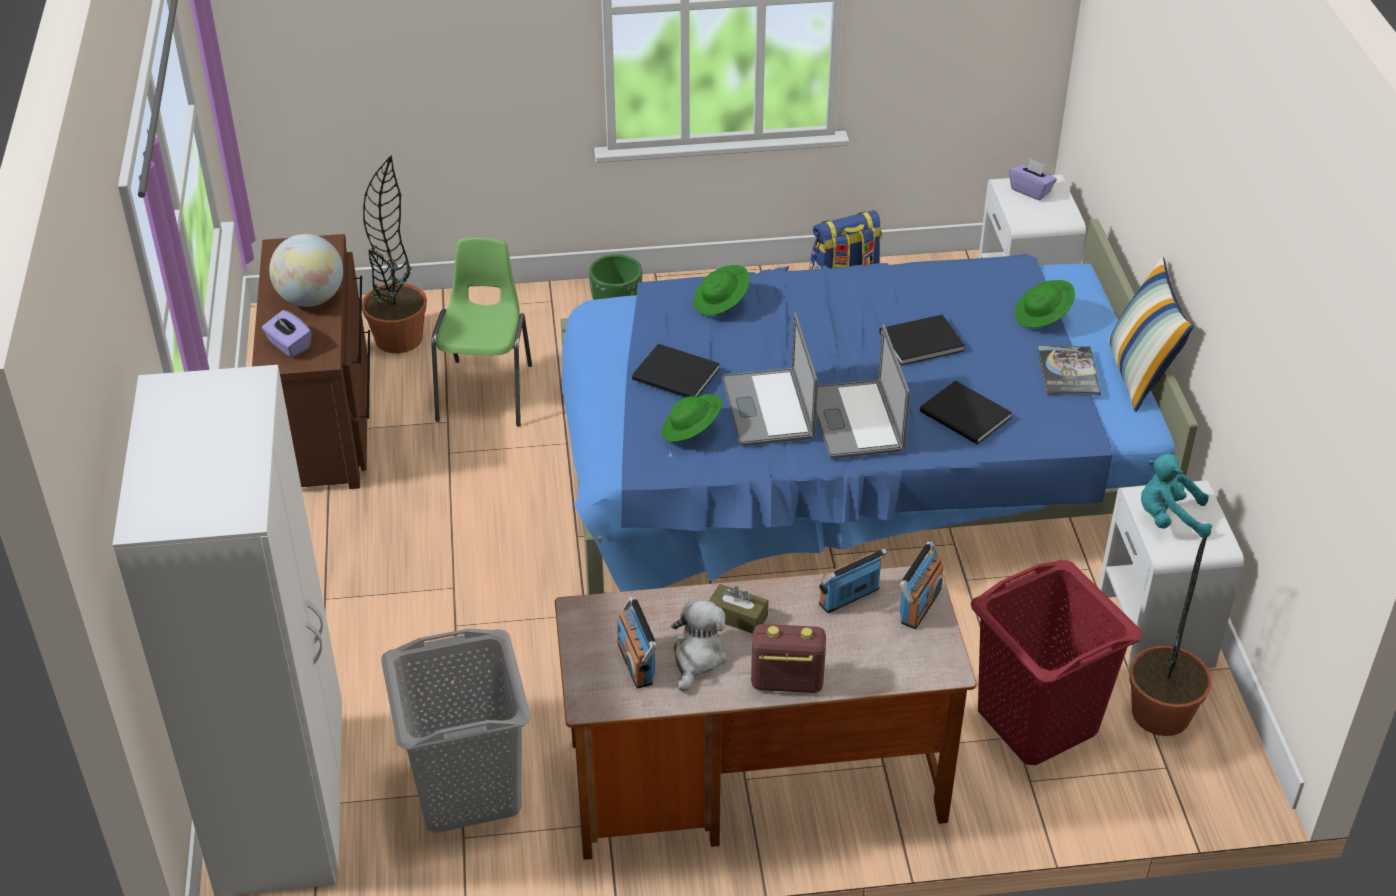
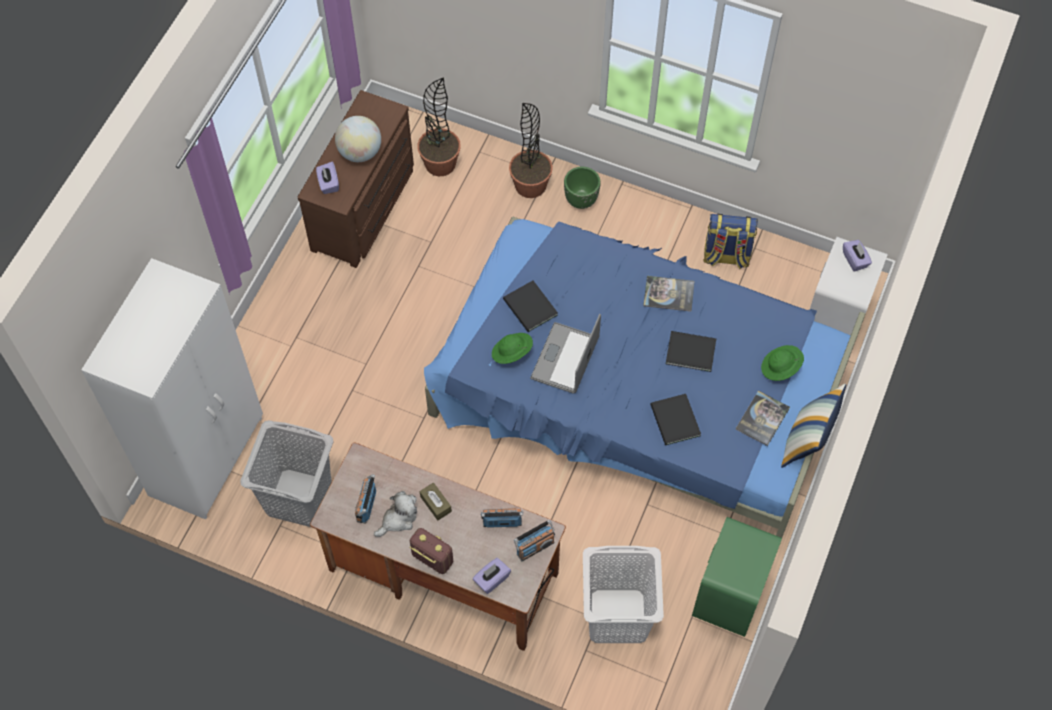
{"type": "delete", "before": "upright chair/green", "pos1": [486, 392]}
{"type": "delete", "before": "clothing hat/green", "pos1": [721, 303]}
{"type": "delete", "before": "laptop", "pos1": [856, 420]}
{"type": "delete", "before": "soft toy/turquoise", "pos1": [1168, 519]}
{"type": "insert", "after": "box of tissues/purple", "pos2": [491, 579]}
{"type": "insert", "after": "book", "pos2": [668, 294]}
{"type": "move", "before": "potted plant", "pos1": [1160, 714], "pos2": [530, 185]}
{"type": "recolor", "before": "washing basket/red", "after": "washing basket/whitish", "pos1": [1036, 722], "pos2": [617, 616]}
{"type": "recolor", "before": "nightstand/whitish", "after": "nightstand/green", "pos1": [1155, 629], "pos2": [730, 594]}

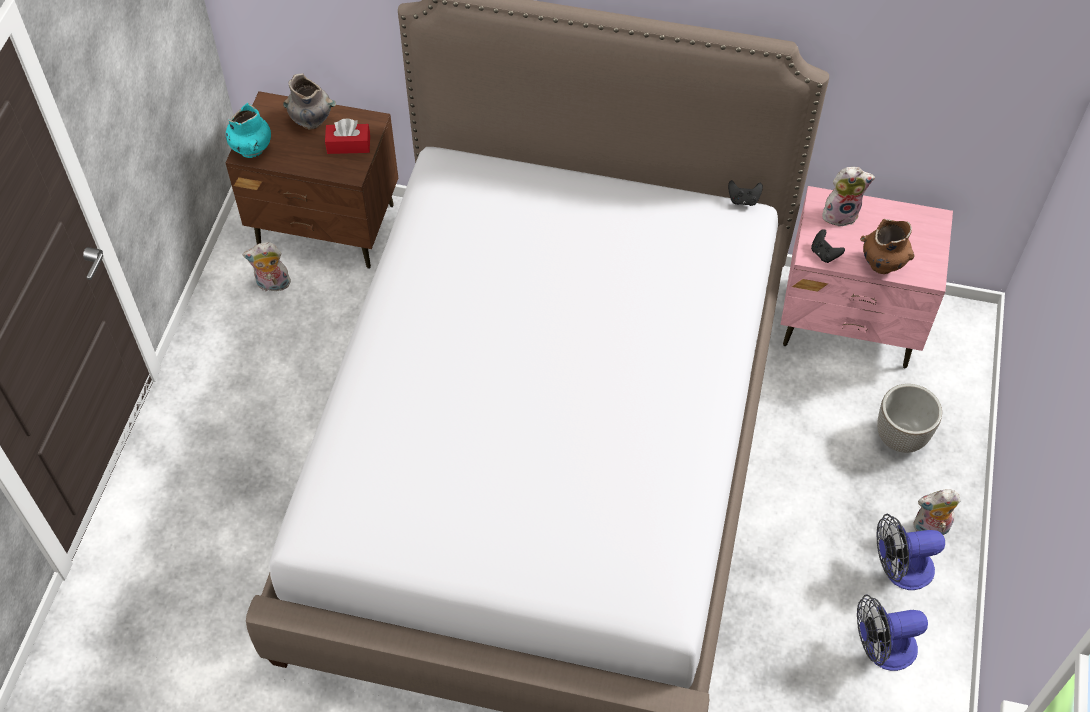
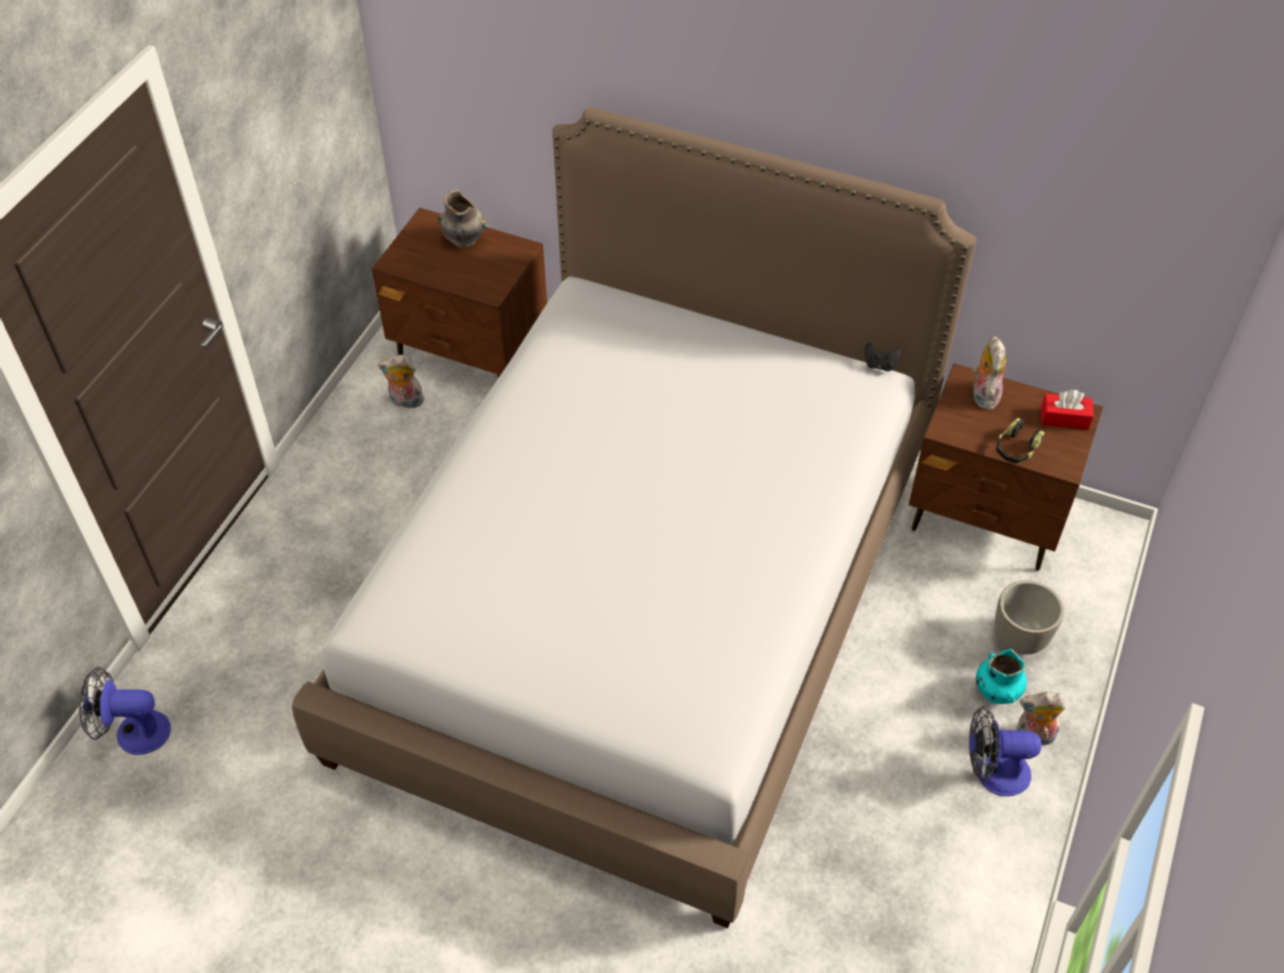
{"type": "delete", "before": "game controller/blackish", "pos1": [824, 254]}
{"type": "move", "before": "decorative vase/turquoise", "pos1": [251, 149], "pos2": [995, 692]}
{"type": "move", "before": "box of tissues/red", "pos1": [348, 145], "pos2": [1064, 418]}
{"type": "move", "before": "fan", "pos1": [881, 649], "pos2": [133, 732]}
{"type": "replace", "before": "decorative vase/brown", "after": "headphones", "pos1": [881, 264], "pos2": [1016, 449]}
{"type": "recolor", "before": "nightstand/pink-coloured", "after": "nightstand/brown", "pos1": [850, 323], "pos2": [987, 517]}
{"type": "rotate", "before": "soft toy", "pos1": [841, 214], "pos2": [983, 394], "turn": -90}

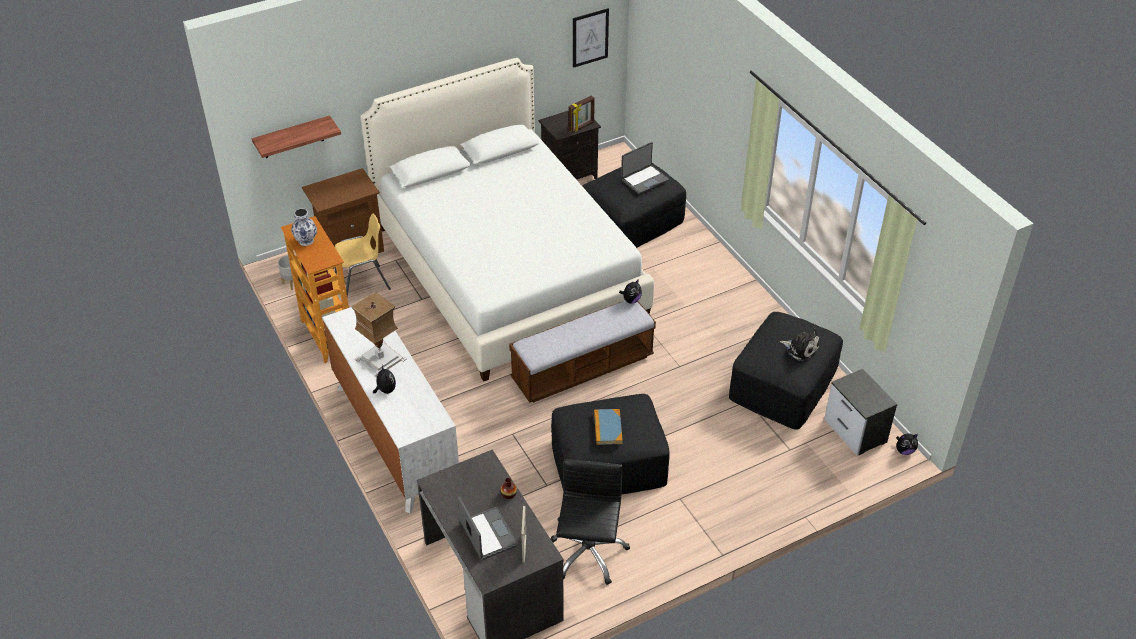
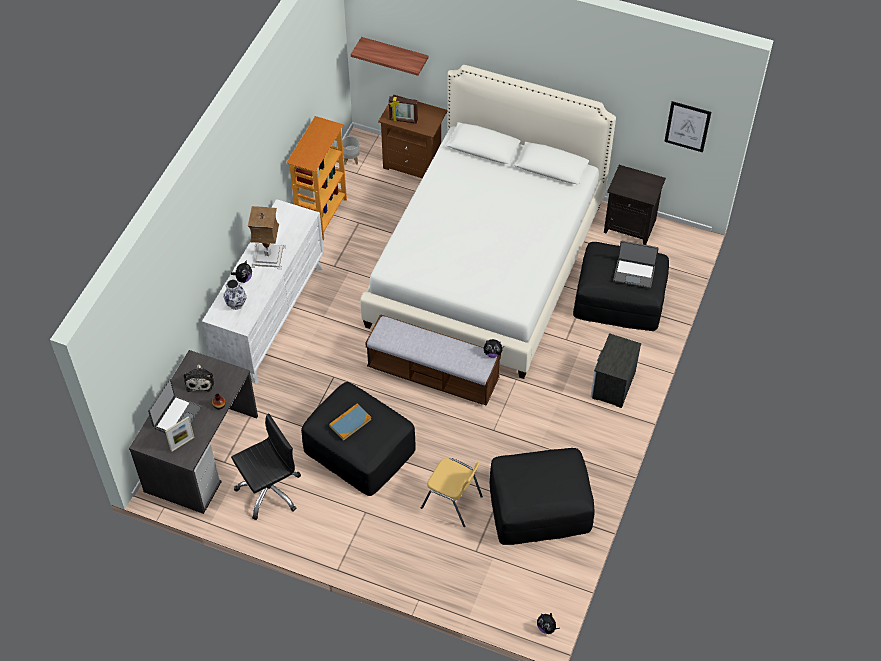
{"type": "move", "before": "decorative vase", "pos1": [305, 241], "pos2": [236, 304]}
{"type": "move", "before": "upright chair/yellowish", "pos1": [363, 283], "pos2": [452, 502]}
{"type": "move", "before": "picture frame", "pos1": [581, 127], "pos2": [403, 120]}
{"type": "move", "before": "soft toy", "pos1": [800, 349], "pos2": [200, 381]}
{"type": "move", "before": "nightstand", "pos1": [855, 432], "pos2": [612, 385]}

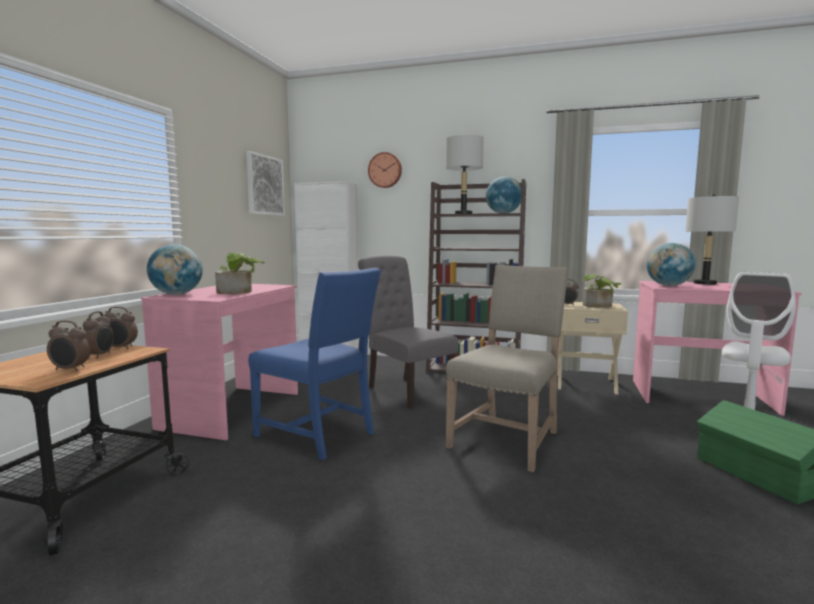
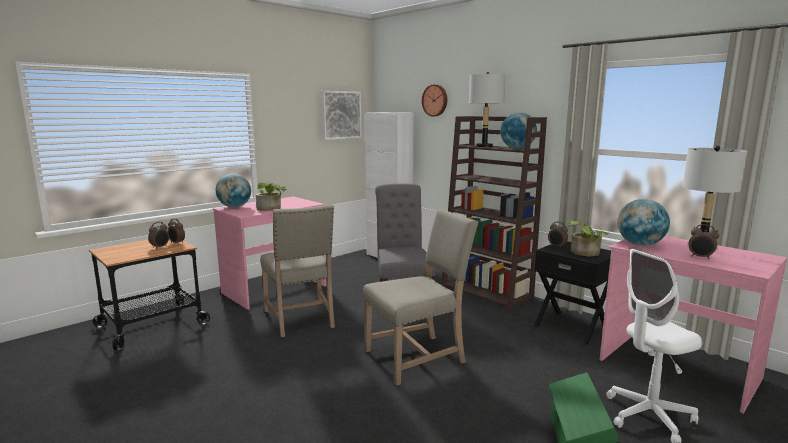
{"type": "move", "before": "bedside clock", "pos1": [70, 369], "pos2": [700, 257]}
{"type": "recolor", "before": "upright chair/blue", "after": "upright chair/beige-coloured", "pos1": [319, 434], "pos2": [301, 319]}
{"type": "recolor", "before": "nightstand/beige-coloured", "after": "nightstand/blackish", "pos1": [585, 383], "pos2": [571, 327]}

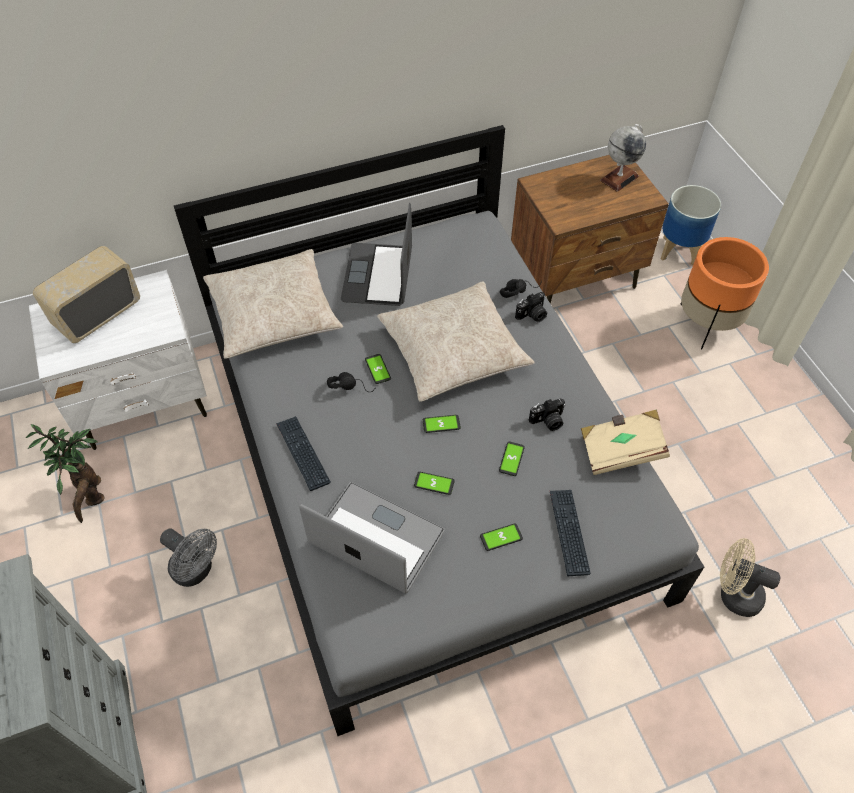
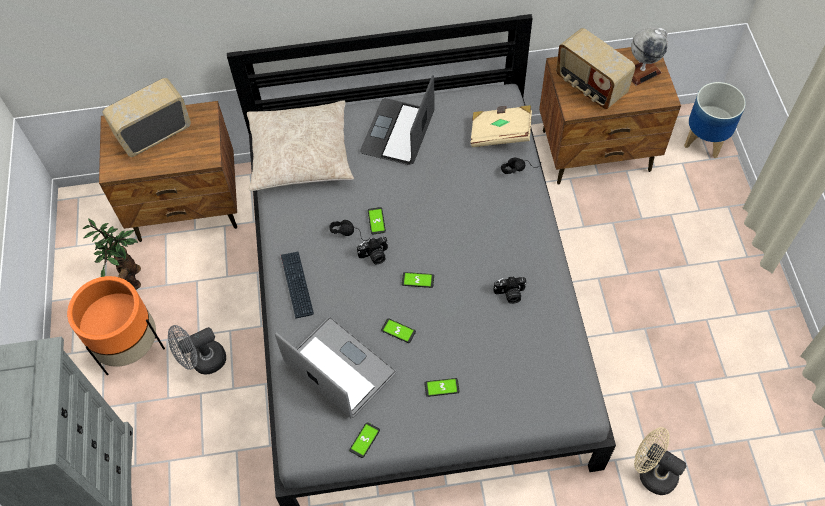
{"type": "delete", "before": "cushion/beige-coloured", "pos1": [453, 350]}
{"type": "delete", "before": "PC keyboard", "pos1": [568, 532]}
{"type": "insert", "after": "radio set", "pos2": [590, 86]}
{"type": "move", "before": "handset", "pos1": [511, 459], "pos2": [364, 440]}
{"type": "move", "before": "photo camera", "pos1": [532, 315], "pos2": [374, 256]}
{"type": "move", "before": "book/beige-coloured", "pos1": [621, 450], "pos2": [500, 134]}
{"type": "move", "before": "flower pot/orangey", "pos1": [707, 324], "pos2": [130, 347]}
{"type": "recolor", "before": "nightstand/whitish", "after": "nightstand/brown", "pos1": [145, 402], "pos2": [188, 206]}
{"type": "rotate", "before": "fan/gray", "pos1": [196, 571], "pos2": [203, 361], "turn": 105}

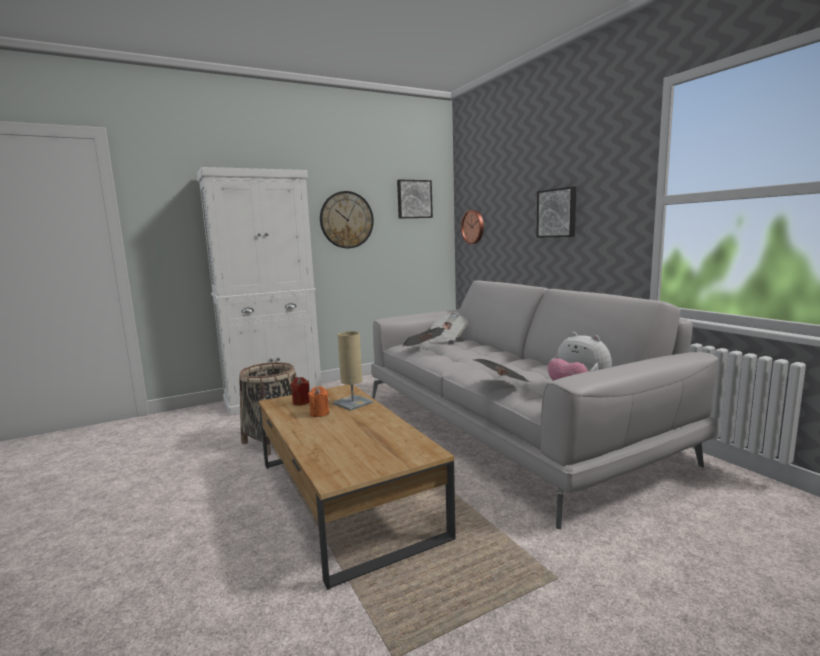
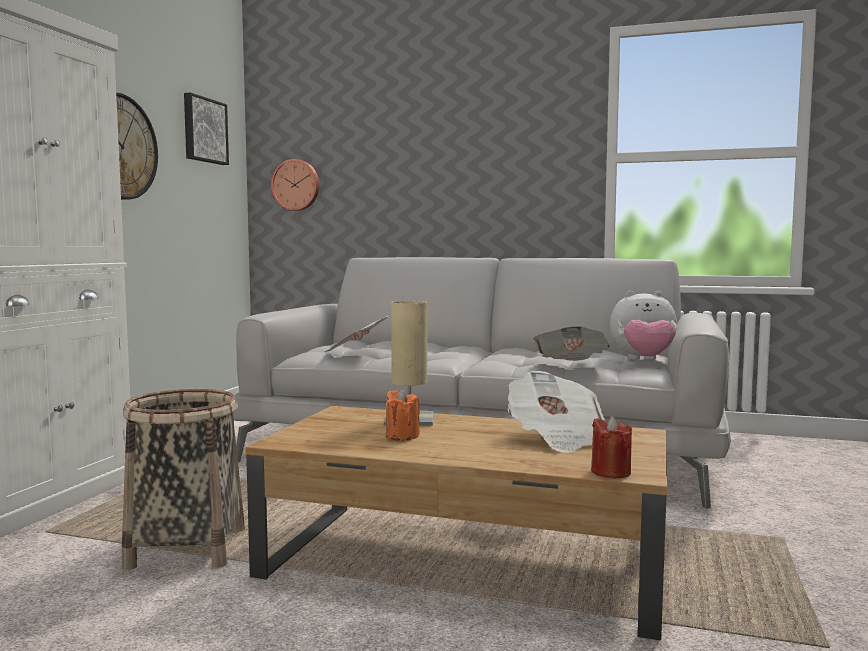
{"type": "delete", "before": "wall art", "pos1": [557, 213]}
{"type": "move", "before": "wax candle/red", "pos1": [301, 402], "pos2": [610, 472]}
{"type": "move", "before": "printed paper", "pos1": [447, 338], "pos2": [556, 438]}

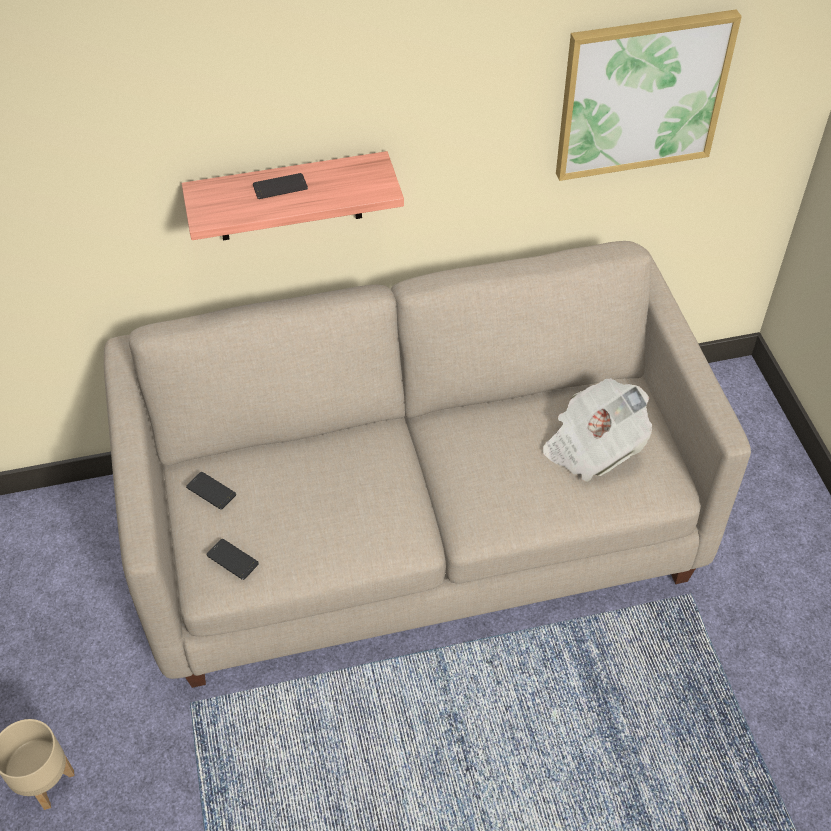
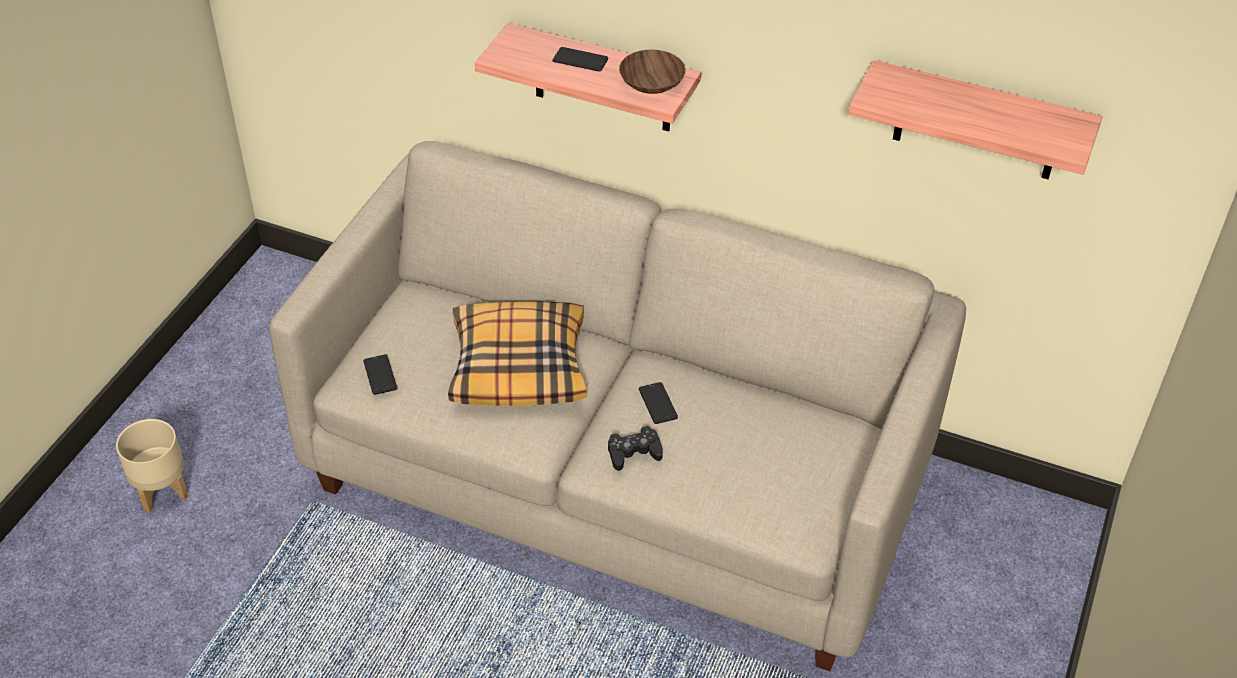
{"type": "delete", "before": "printed paper", "pos1": [593, 446]}
{"type": "insert", "after": "cushion", "pos2": [519, 366]}
{"type": "insert", "after": "game controller/blackish", "pos2": [634, 452]}
{"type": "insert", "after": "bowl/brown", "pos2": [652, 84]}
{"type": "move", "before": "handset", "pos1": [211, 491], "pos2": [658, 403]}
{"type": "replace", "before": "wall art", "after": "wall shelf", "pos1": [642, 95], "pos2": [977, 122]}

